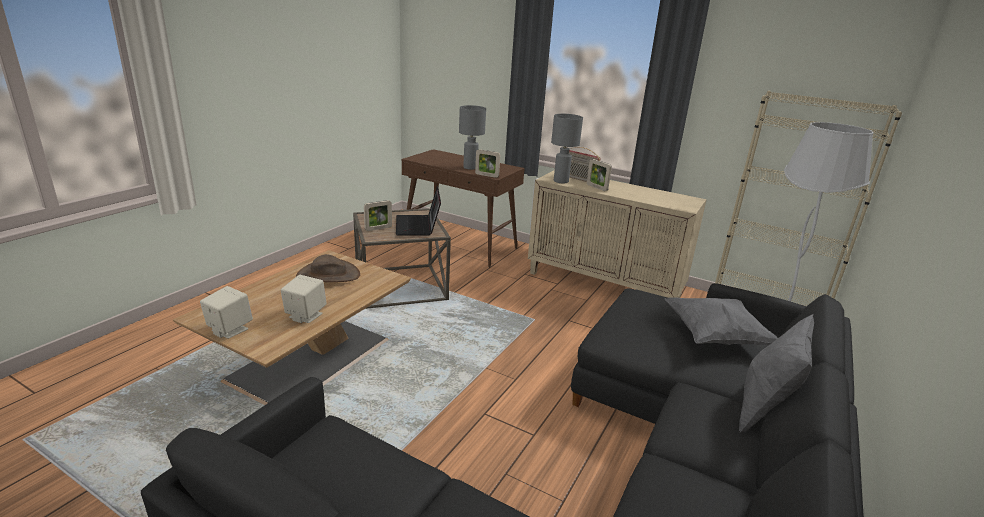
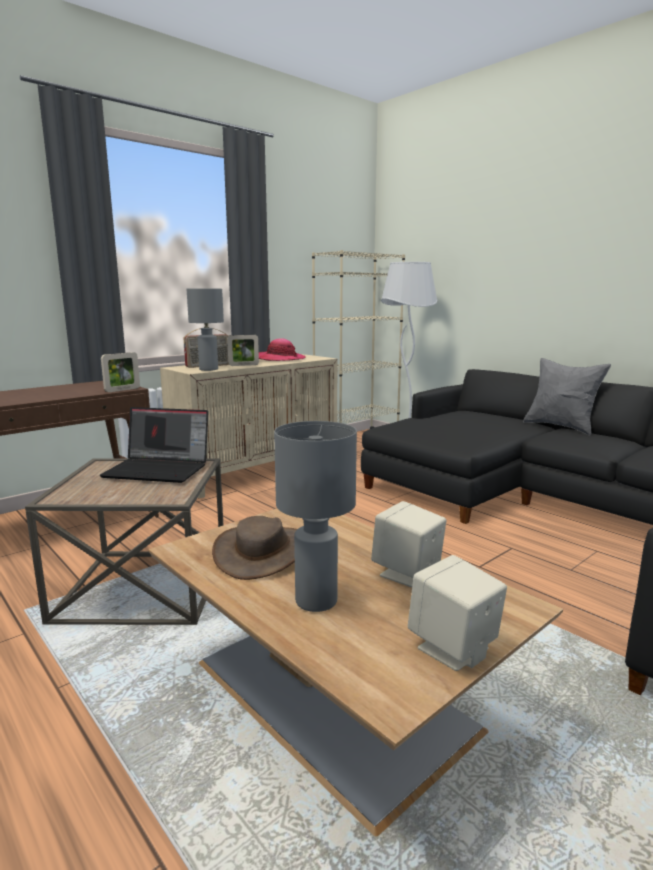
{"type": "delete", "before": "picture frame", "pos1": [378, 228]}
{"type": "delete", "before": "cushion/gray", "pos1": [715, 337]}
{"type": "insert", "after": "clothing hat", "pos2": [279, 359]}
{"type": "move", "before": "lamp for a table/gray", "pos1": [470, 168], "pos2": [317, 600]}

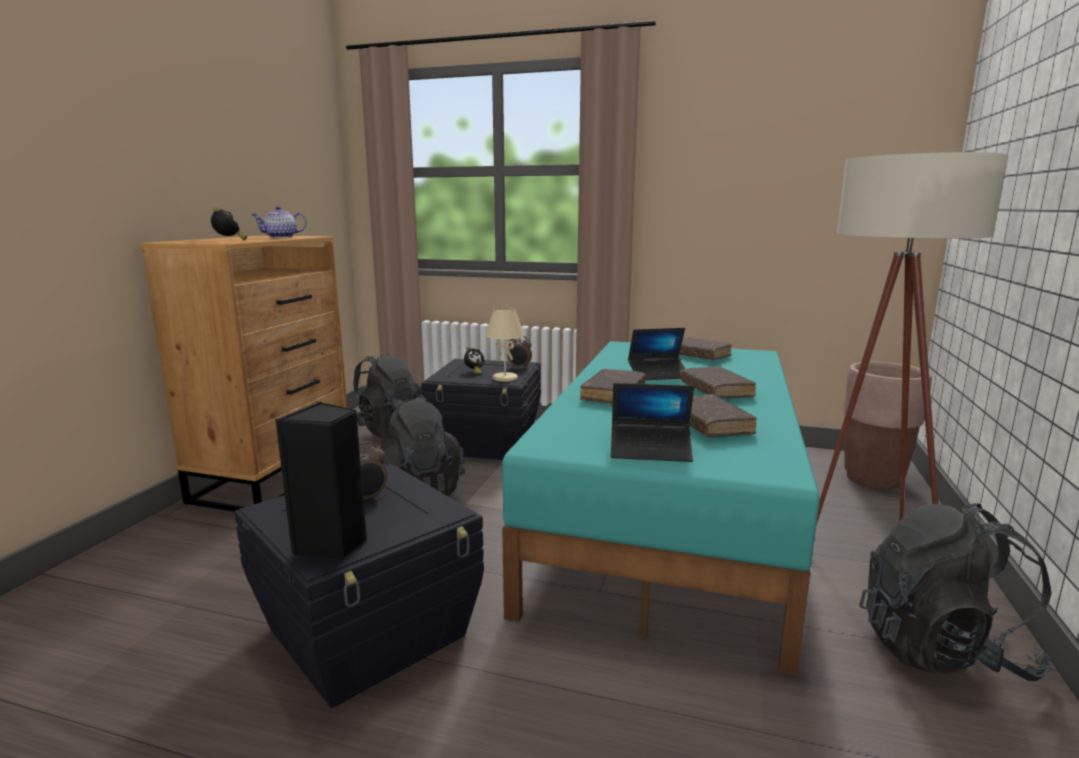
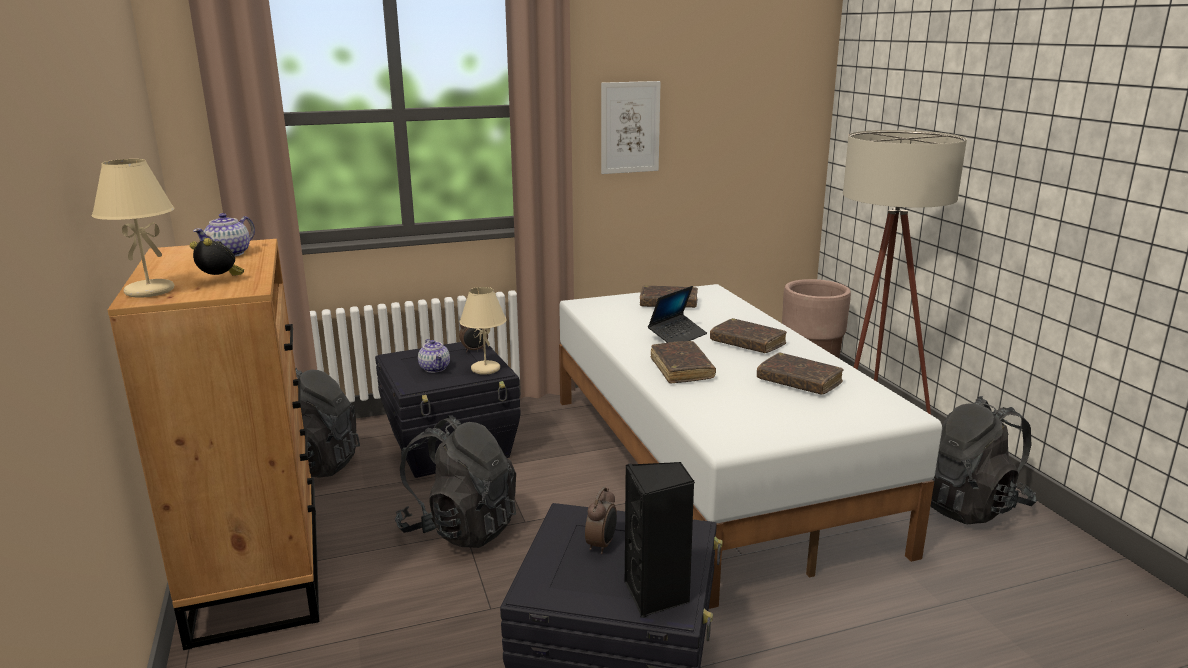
{"type": "delete", "before": "laptop", "pos1": [650, 450]}
{"type": "insert", "after": "lamp for a table/beige-coloured", "pos2": [149, 291]}
{"type": "insert", "after": "wall art", "pos2": [630, 127]}
{"type": "replace", "before": "bedside clock", "after": "teapot", "pos1": [474, 372], "pos2": [435, 368]}
{"type": "recolor", "before": "sleeping bed/turquoise", "after": "sleeping bed/whitish", "pos1": [671, 514], "pos2": [711, 466]}

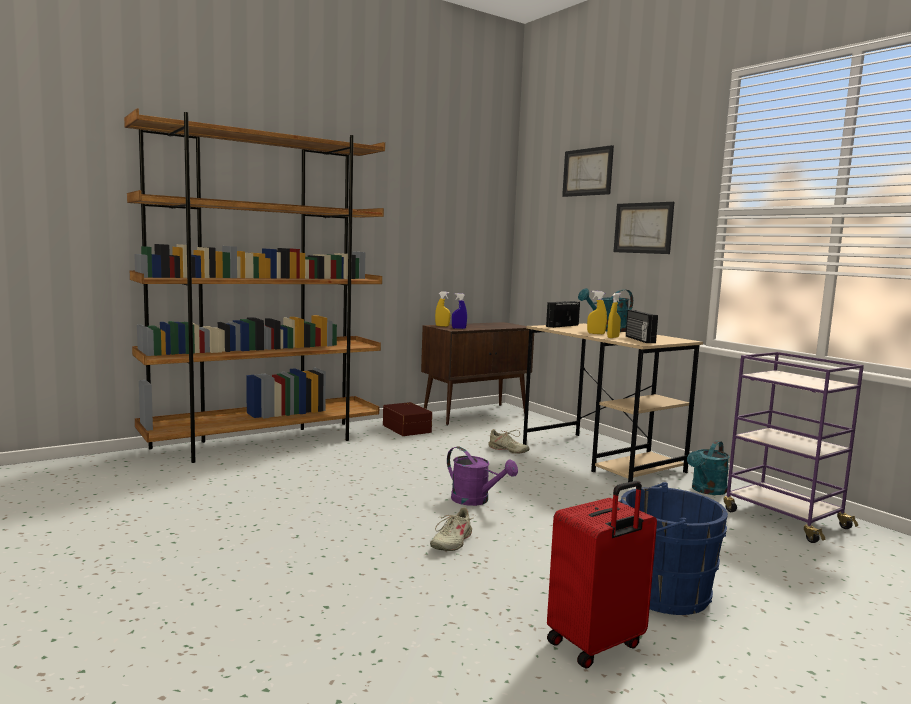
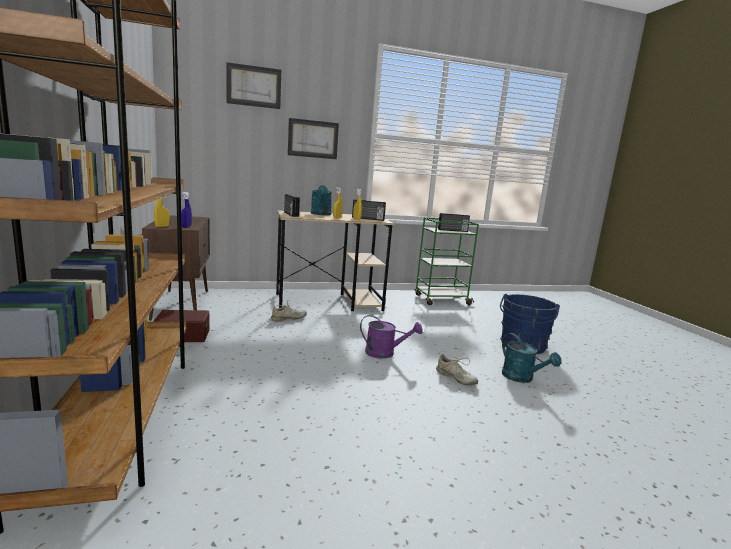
{"type": "delete", "before": "travel case/red", "pos1": [596, 645]}
{"type": "insert", "after": "radio set", "pos2": [452, 230]}
{"type": "move", "before": "sprinkling can/turquoise", "pos1": [706, 491], "pos2": [522, 378]}
{"type": "recolor", "before": "cart/purple", "after": "cart/green", "pos1": [783, 519], "pos2": [441, 300]}
{"type": "rotate", "before": "sprinkling can/purple", "pos1": [476, 500], "pos2": [385, 353], "turn": 45}

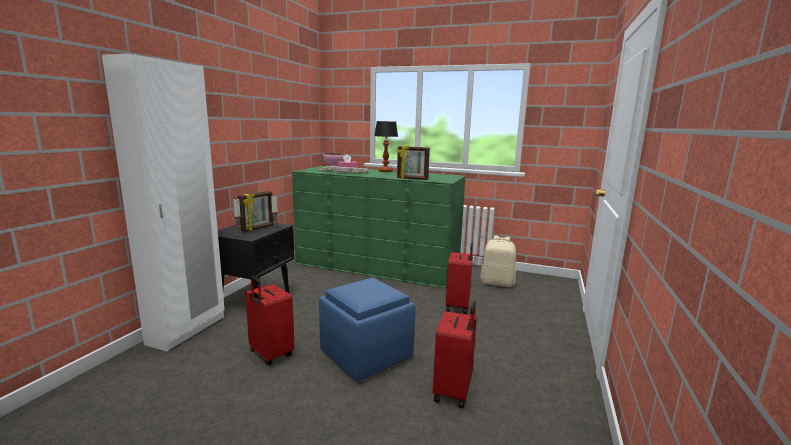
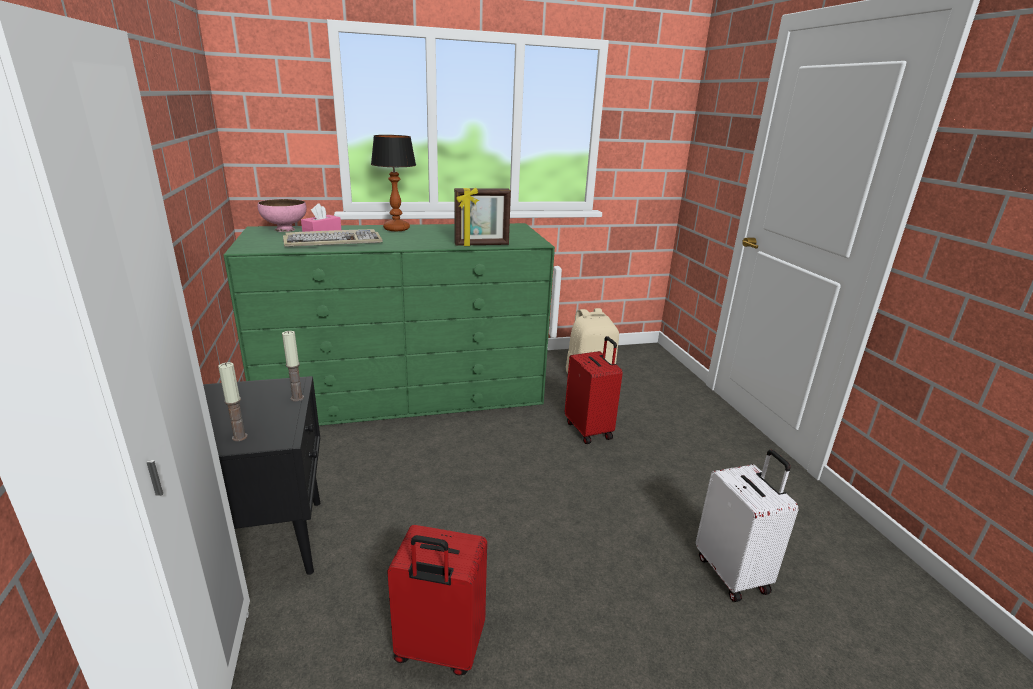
{"type": "delete", "before": "picture frame", "pos1": [257, 228]}
{"type": "delete", "before": "footrest/blue", "pos1": [367, 355]}
{"type": "recolor", "before": "travel case/red", "after": "travel case/whitish", "pos1": [454, 392], "pos2": [733, 573]}

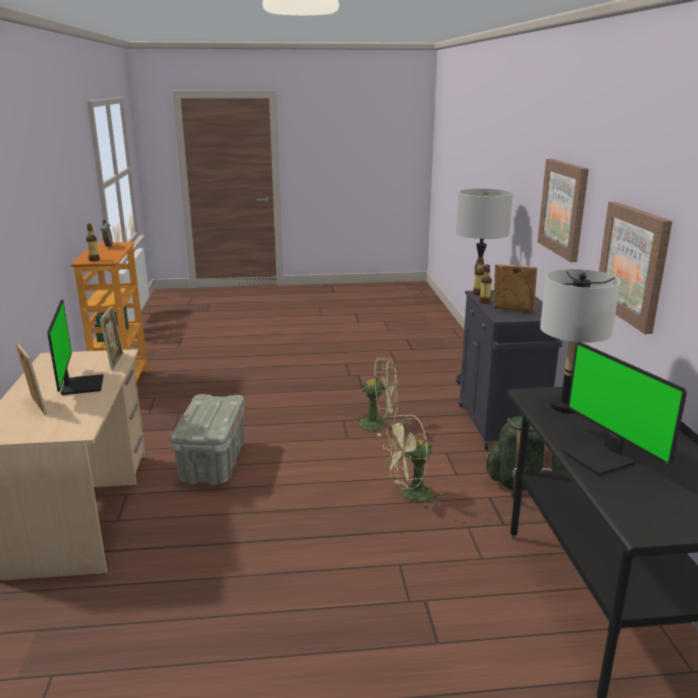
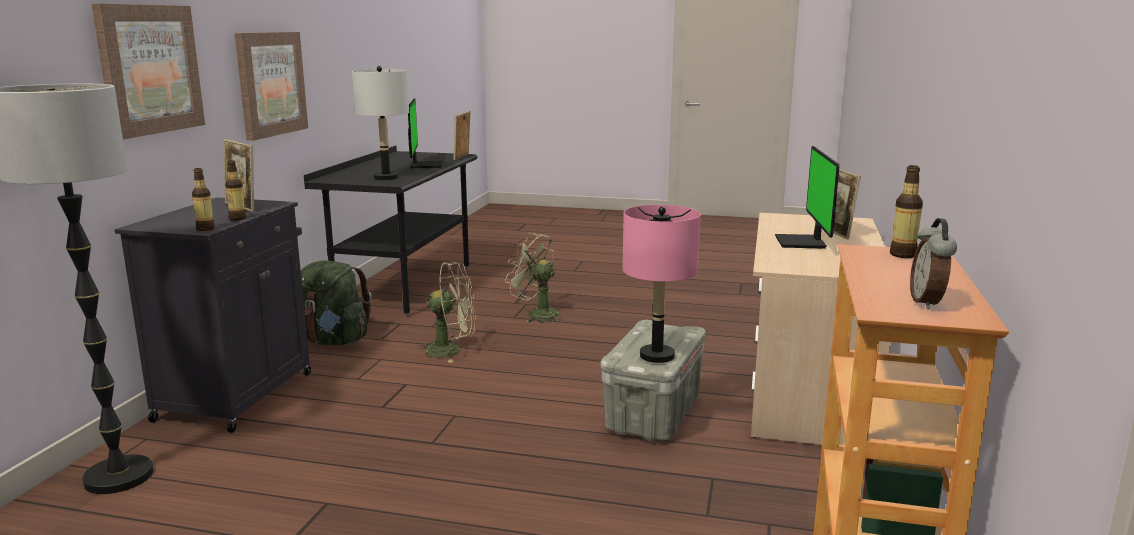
{"type": "insert", "after": "lamp for a table/pink-coloured", "pos2": [656, 356]}
{"type": "move", "before": "picture frame", "pos1": [115, 361], "pos2": [462, 157]}
{"type": "move", "before": "fan/green", "pos1": [379, 424], "pos2": [536, 314]}

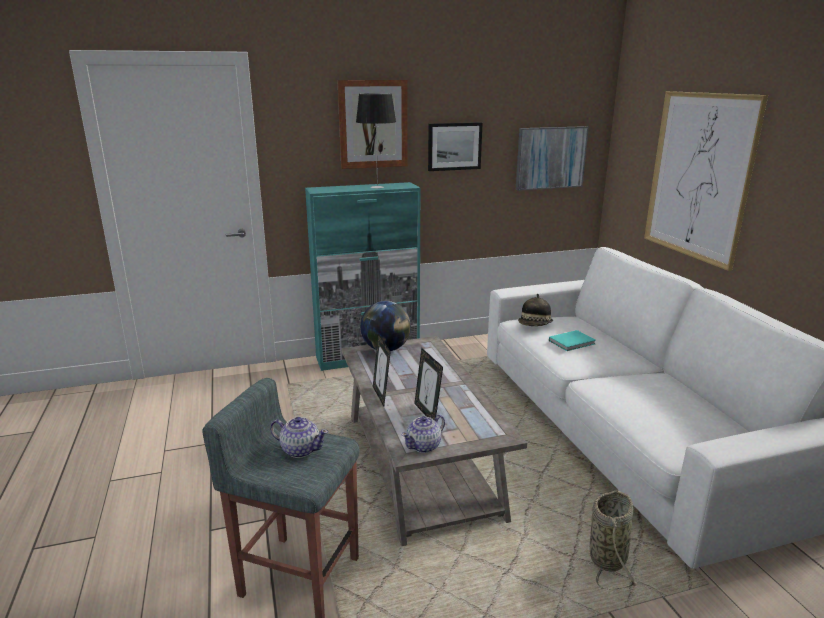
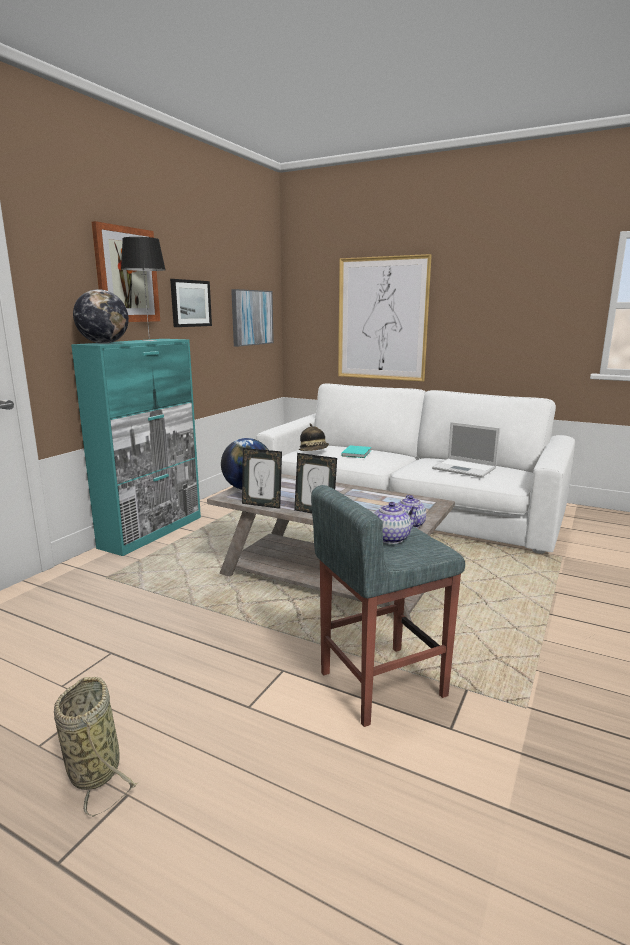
{"type": "insert", "after": "desk globe", "pos2": [104, 343]}
{"type": "insert", "after": "laptop", "pos2": [465, 468]}
{"type": "move", "before": "picture frame", "pos1": [427, 413], "pos2": [262, 505]}
{"type": "move", "before": "storage basket", "pos1": [607, 556], "pos2": [94, 768]}

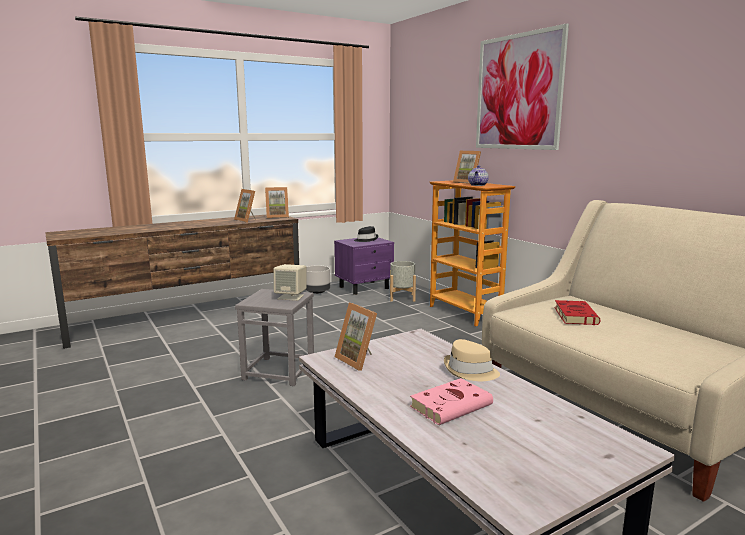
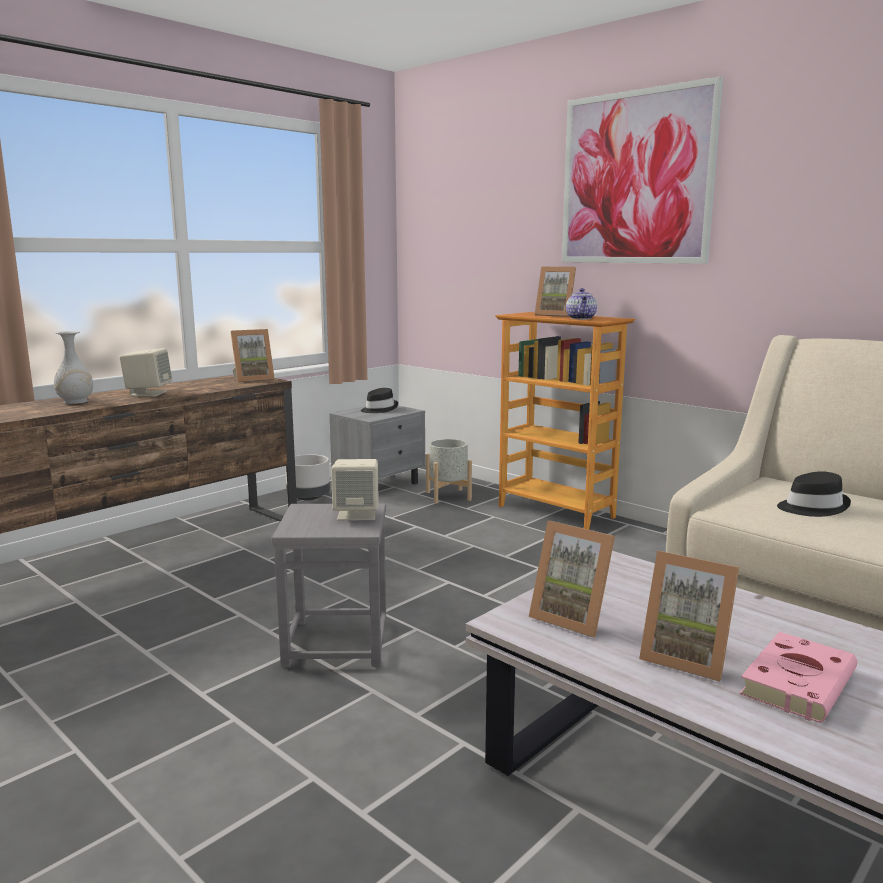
{"type": "delete", "before": "clothing hat/beige-coloured", "pos1": [470, 371]}
{"type": "insert", "after": "decorative vase/whitish", "pos2": [76, 401]}
{"type": "insert", "after": "audio speaker/beige-coloured", "pos2": [148, 393]}
{"type": "move", "before": "picture frame", "pos1": [248, 220], "pos2": [686, 657]}
{"type": "replace", "before": "book/red", "after": "clothing hat/blackish", "pos1": [575, 315], "pos2": [812, 507]}
{"type": "recolor", "before": "nightstand/purple", "after": "nightstand/gray", "pos1": [364, 287], "pos2": [380, 484]}

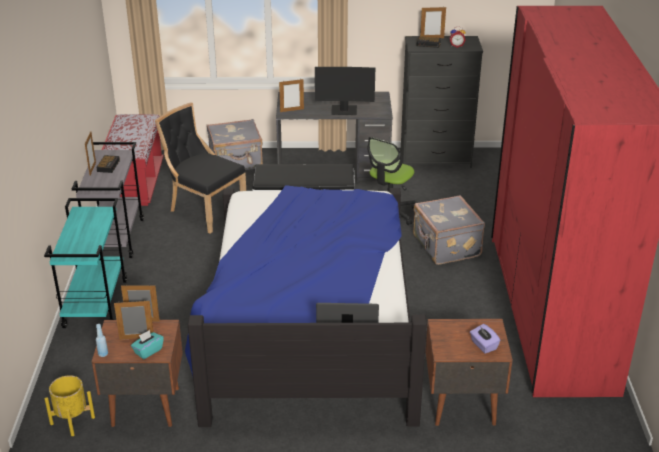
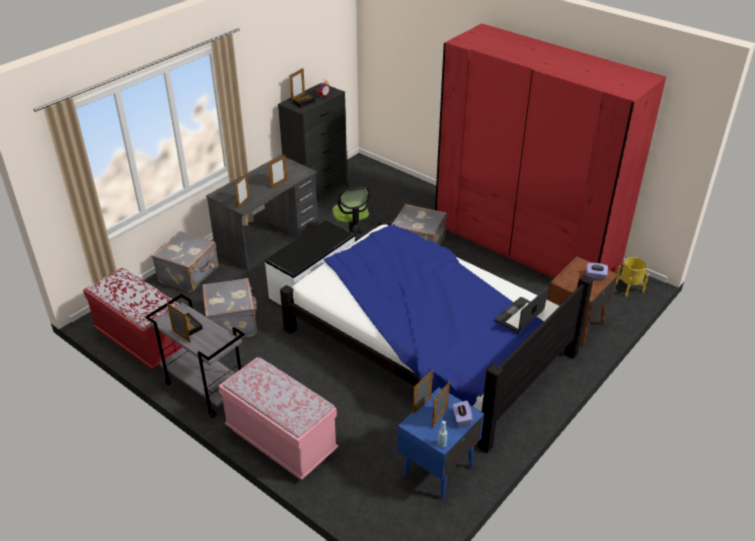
{"type": "move", "before": "flower pot/yellowish", "pos1": [72, 420], "pos2": [629, 288]}
{"type": "replace", "before": "cart/turquoise", "after": "long seat/pink-coloured", "pos1": [95, 303], "pos2": [281, 440]}
{"type": "replace", "before": "upright chair/blackish", "after": "travel case/gray", "pos1": [204, 210], "pos2": [232, 323]}
{"type": "replace", "before": "monitor", "after": "picture frame", "pos1": [344, 111], "pos2": [279, 184]}
{"type": "recolor", "before": "nightstand/brown", "after": "nightstand/blue", "pos1": [144, 406], "pos2": [437, 470]}
{"type": "recolor", "before": "box of tissues/turquoise", "after": "box of tissues/purple", "pos1": [148, 351], "pos2": [461, 419]}

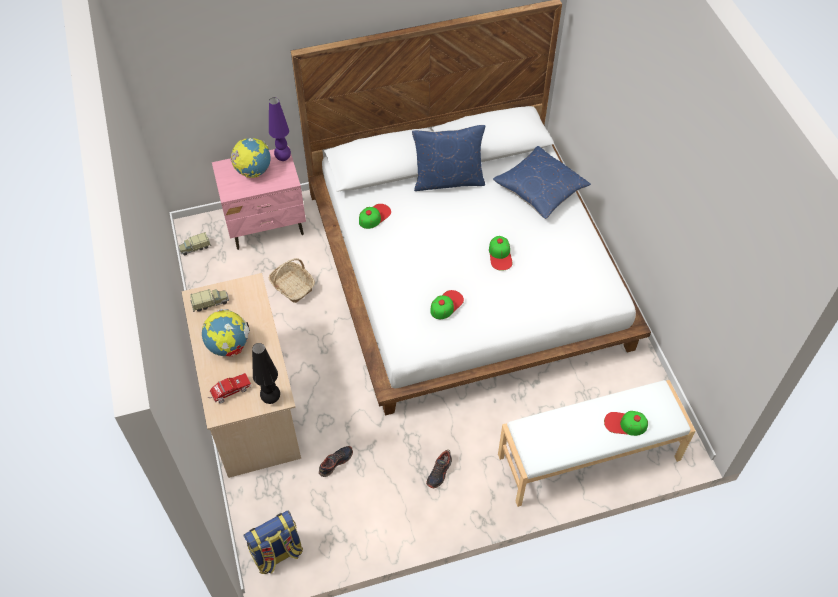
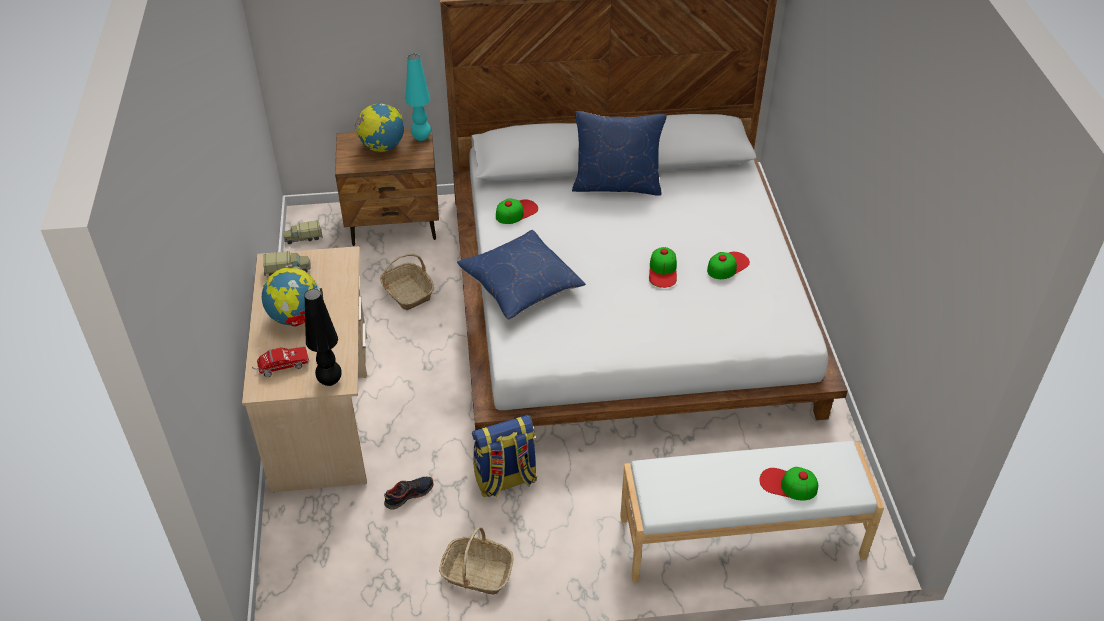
{"type": "delete", "before": "shoe", "pos1": [439, 472]}
{"type": "insert", "after": "storage basket", "pos2": [477, 573]}
{"type": "move", "before": "knapsack", "pos1": [277, 554], "pos2": [505, 480]}
{"type": "move", "before": "cap", "pos1": [446, 304], "pos2": [727, 265]}
{"type": "move", "before": "cushion/blue", "pos1": [540, 190], "pos2": [521, 285]}
{"type": "recolor", "before": "nightstand/pink-coloured", "after": "nightstand/brown", "pos1": [266, 224], "pos2": [394, 224]}
{"type": "recolor", "before": "lamp for a table/purple", "after": "lamp for a table/turquoise", "pos1": [283, 158], "pos2": [421, 138]}

